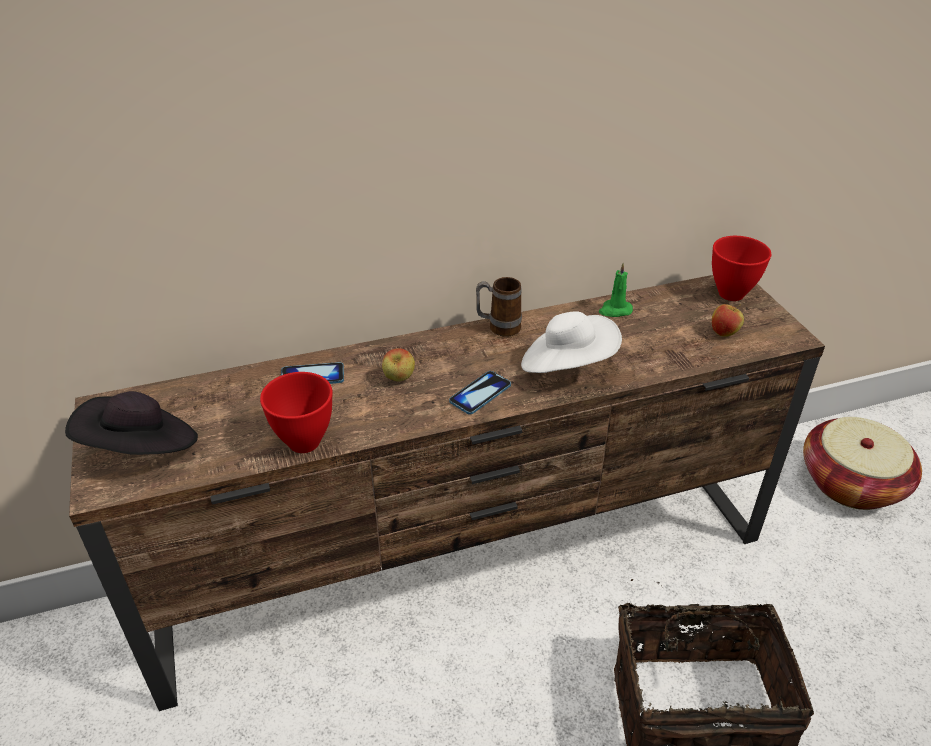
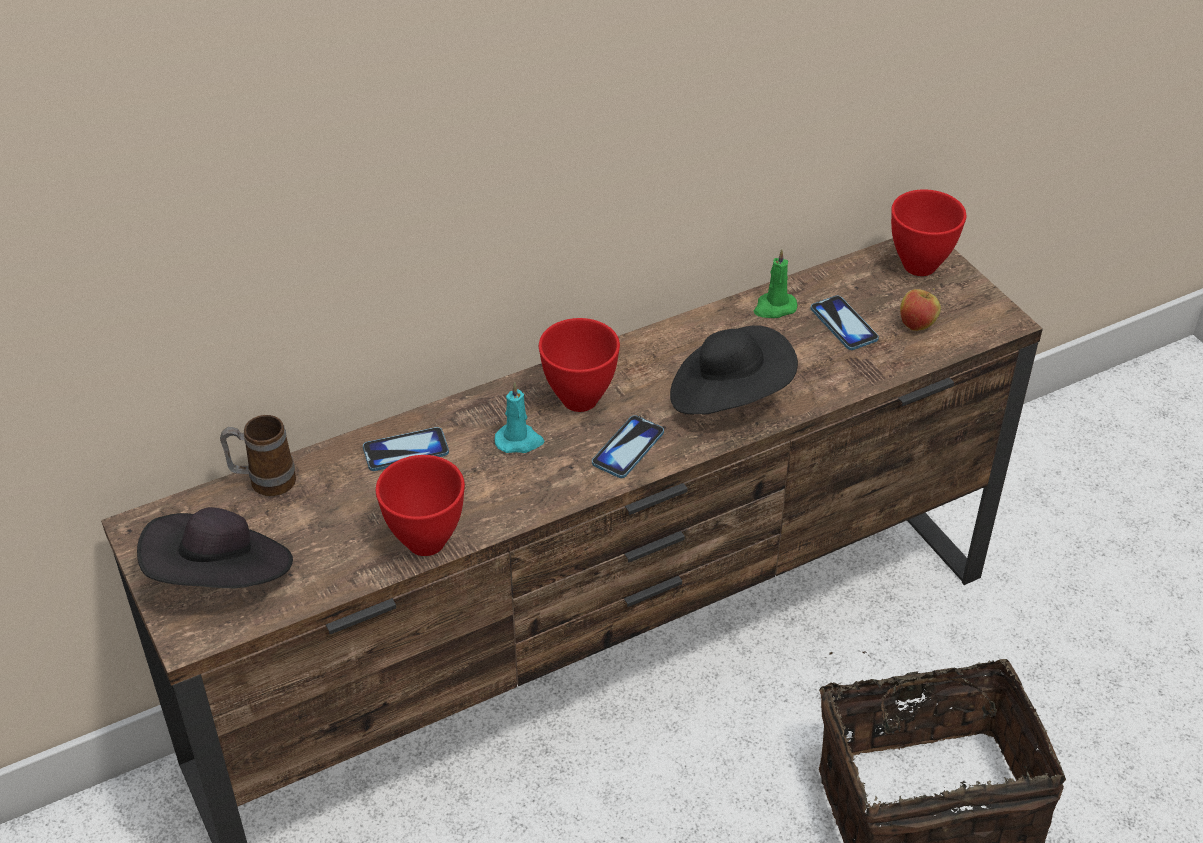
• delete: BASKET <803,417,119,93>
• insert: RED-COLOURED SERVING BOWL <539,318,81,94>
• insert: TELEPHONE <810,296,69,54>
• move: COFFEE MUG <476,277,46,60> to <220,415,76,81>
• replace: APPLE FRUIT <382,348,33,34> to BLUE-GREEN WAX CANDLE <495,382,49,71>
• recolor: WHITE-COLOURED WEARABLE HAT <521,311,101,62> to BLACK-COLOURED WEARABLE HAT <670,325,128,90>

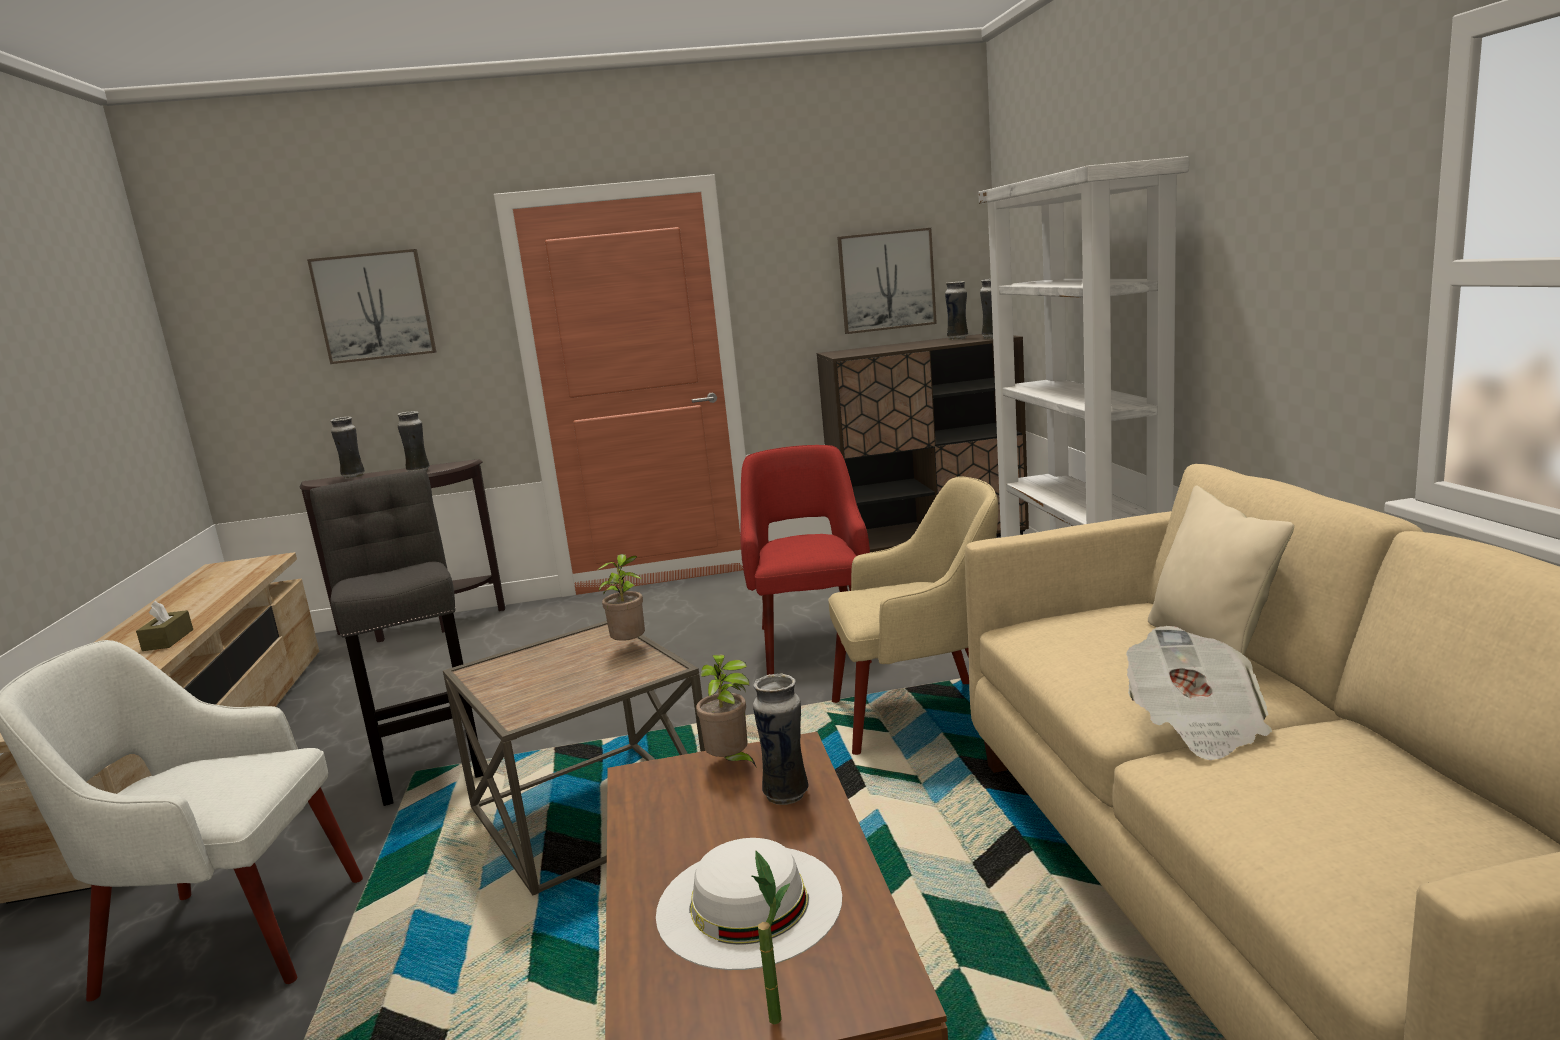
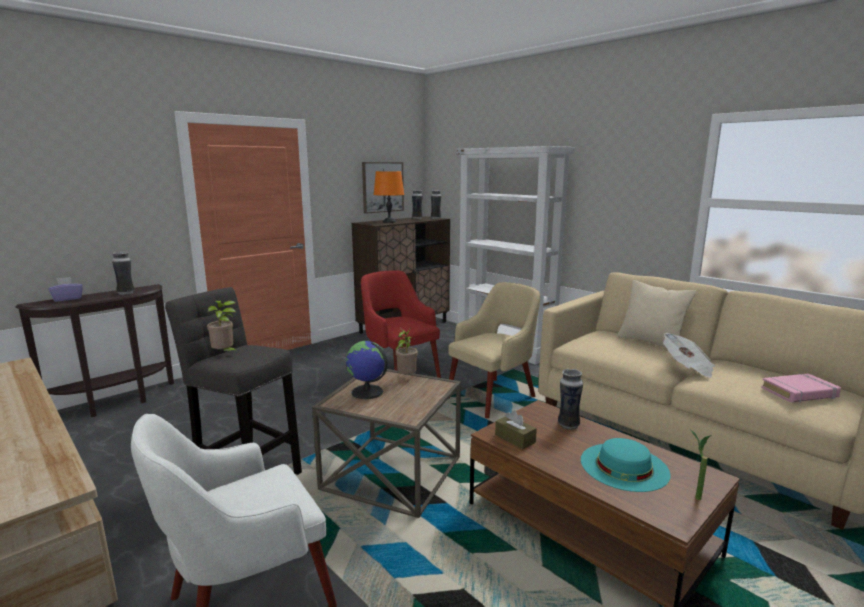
• delete: WALL ART <307,249,129,115>
• insert: WORLD GLOBE <346,341,42,58>
• insert: ORANGEY LAMP FOR A TABLE <374,171,30,52>
• insert: PINK-COLOURED BOUND BOOK <761,373,80,30>
• move: BROWN-COLOURED TISSUE HOLDER <136,601,57,50> to <495,410,42,39>
• move: HOUSEPLANT <696,655,61,113> to <207,301,30,50>
• replace: DECORATIVE VASE <330,417,35,62> to PURPLE TISSUE HOLDER <48,277,35,25>
• recolor: WHITE-COLOURED WEARABLE HAT <656,838,186,132> to BLUE-GREEN WEARABLE HAT <581,438,90,54>

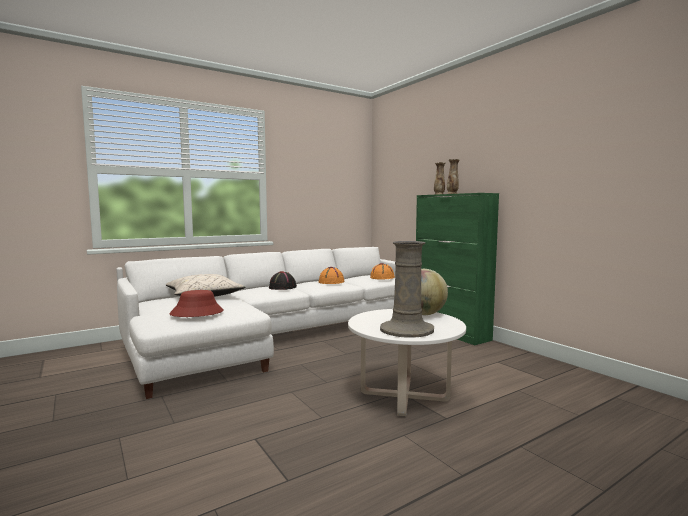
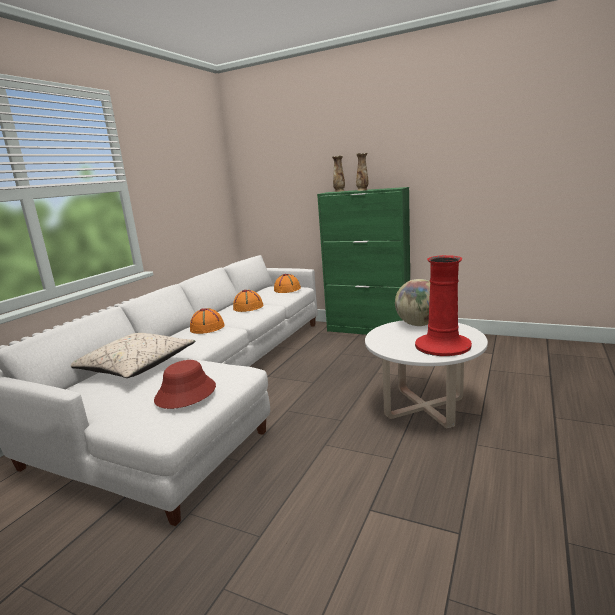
• recolor: BLACK-COLOURED WEARABLE HAT <269,271,28,19> to ORANGEY WEARABLE HAT <190,308,35,26>
• recolor: BEIGE DECORATIVE VASE <380,241,54,97> to RED-COLOURED DECORATIVE VASE <415,255,57,101>

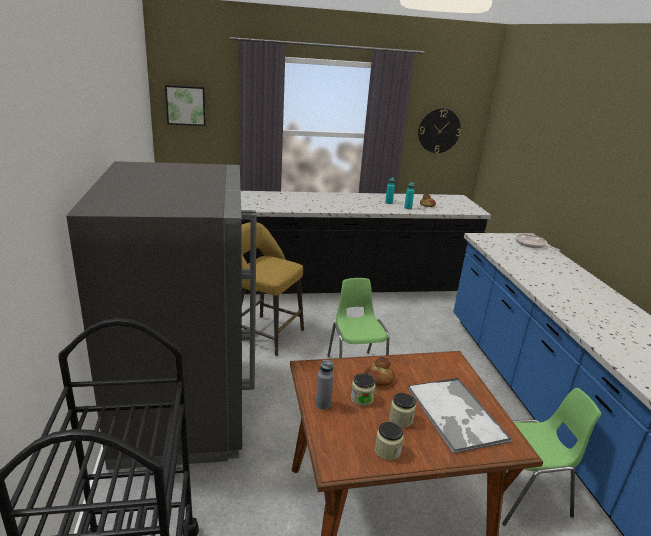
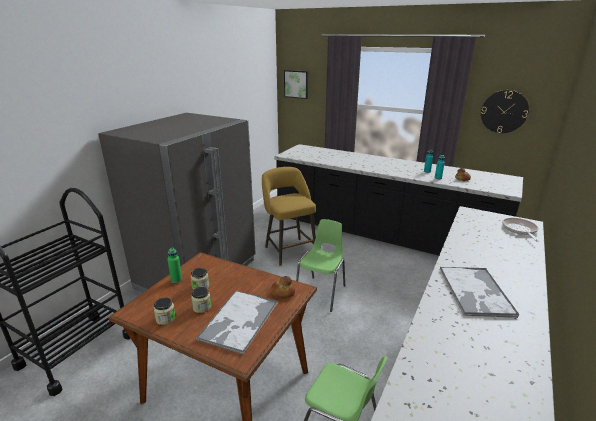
• insert: SERVING TRAY <440,267,79,51>
• move: BREAD <364,357,31,29> to <271,276,24,23>
• recolor: GREYISH BEVERAGE BOTTLE <316,359,18,51> to GREEN BEVERAGE BOTTLE <167,247,15,36>

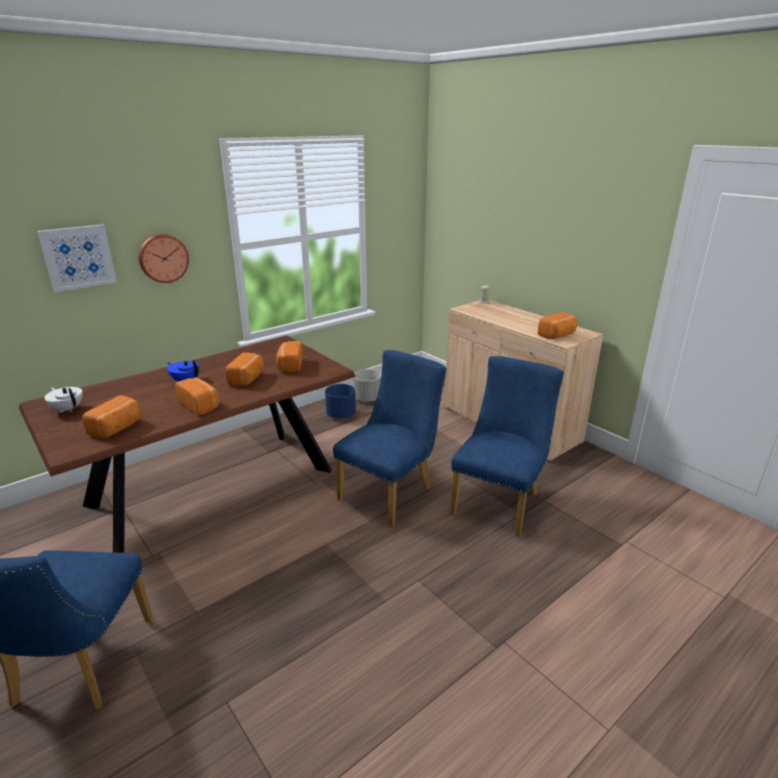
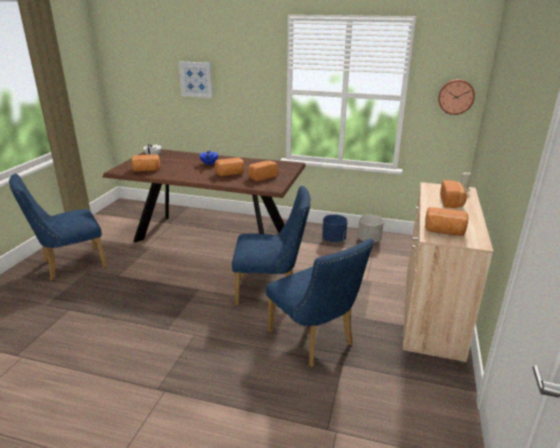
• move: HANGING CLOCK <139,234,50,49> to <438,79,37,36>
• move: BREAD <175,378,44,38> to <440,180,27,28>
• rotate: BLUISH UPRIGHT CHAIR <450,356,114,181> = <266,238,108,129> 60 degrees clockwise

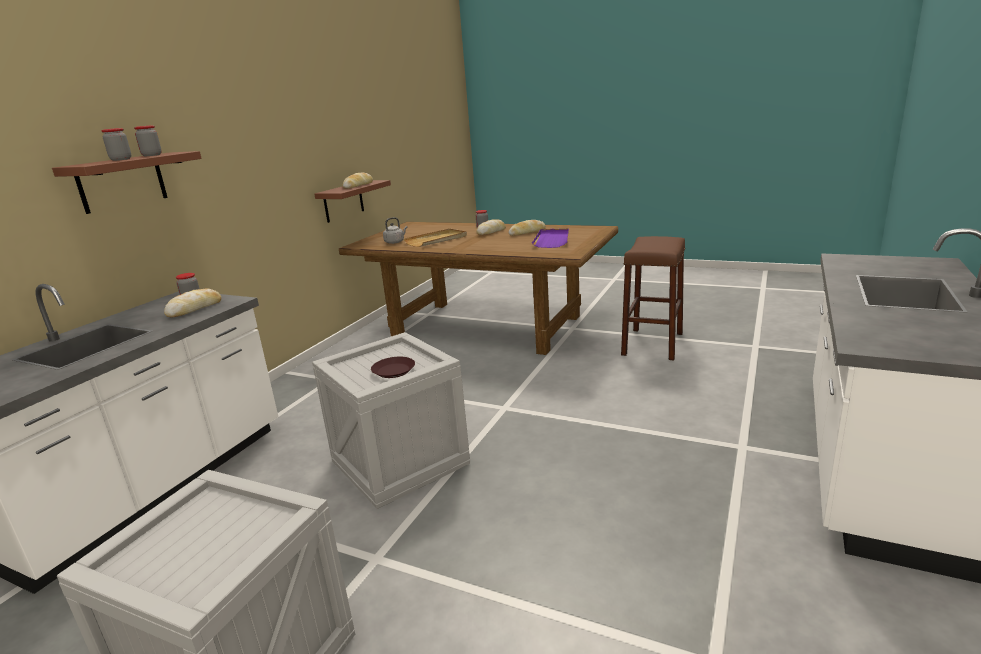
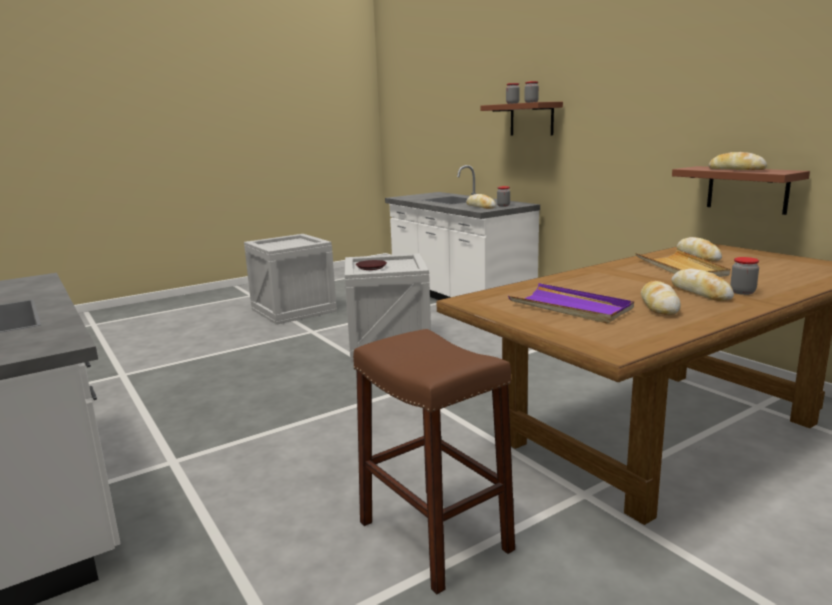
• replace: GREYISH TEA KETTLE <383,217,24,27> to BREAD <677,237,45,24>

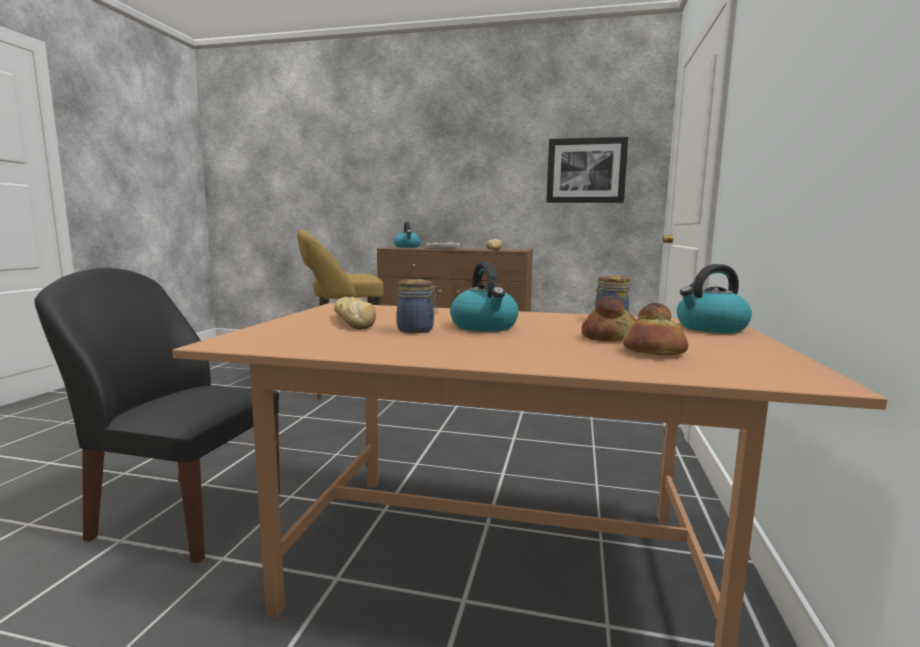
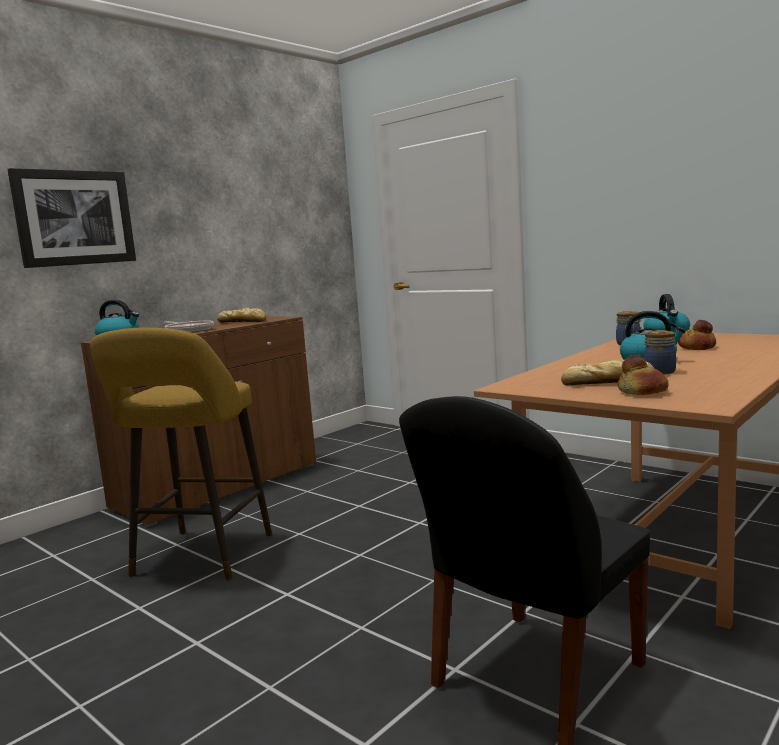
• move: WALL ART <546,137,82,66> to <7,168,129,100>
• move: BREAD <623,303,65,52> to <618,355,50,40>

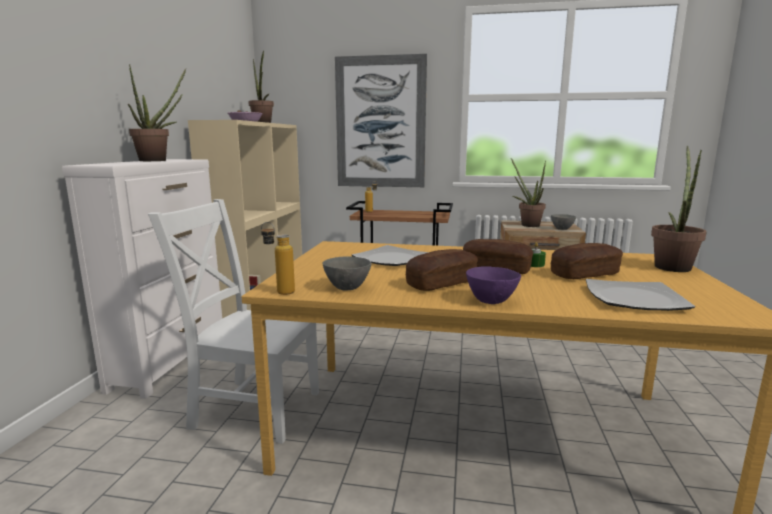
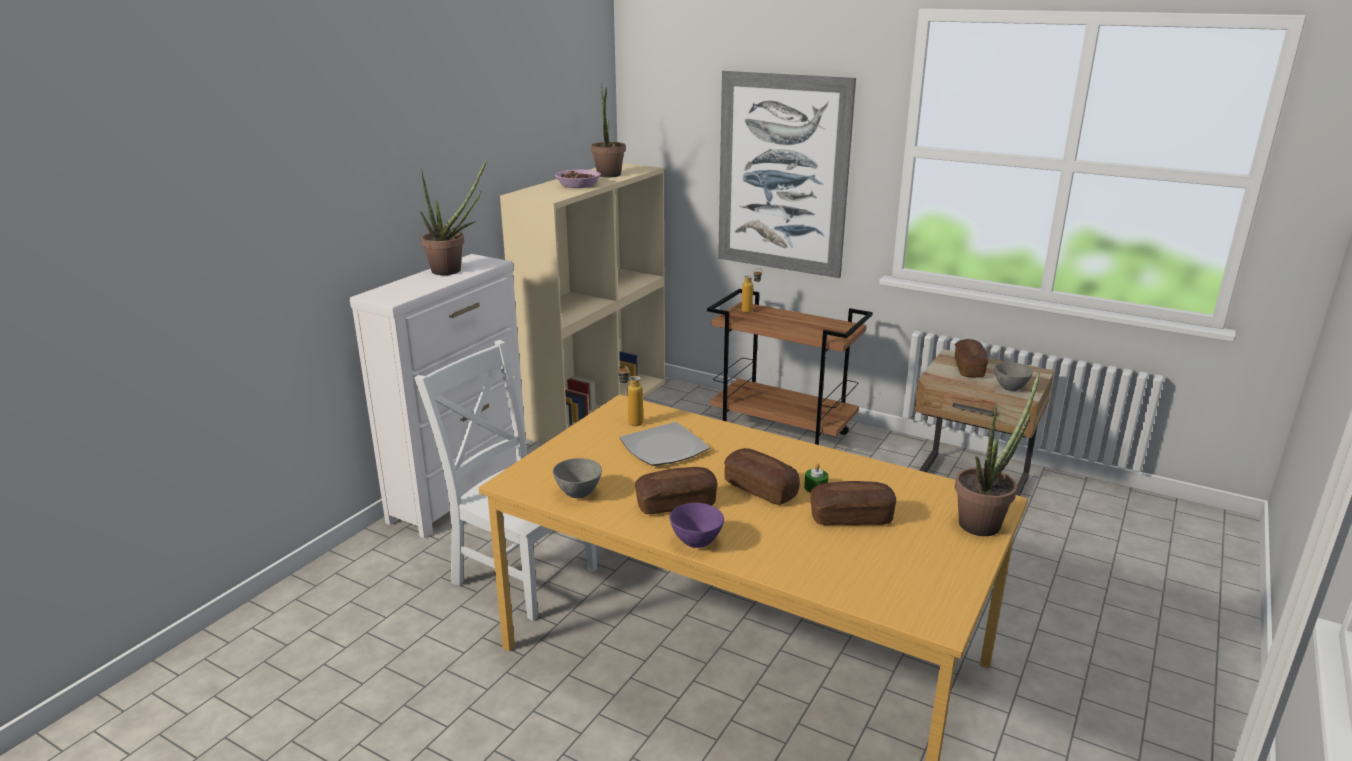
• delete: FLAT DISH <586,279,109,32>
• move: BEVERAGE BOTTLE <261,222,34,73> to <618,364,25,62>
• replace: HOUSEPLANT <511,158,35,69> to BREAD <955,339,33,39>

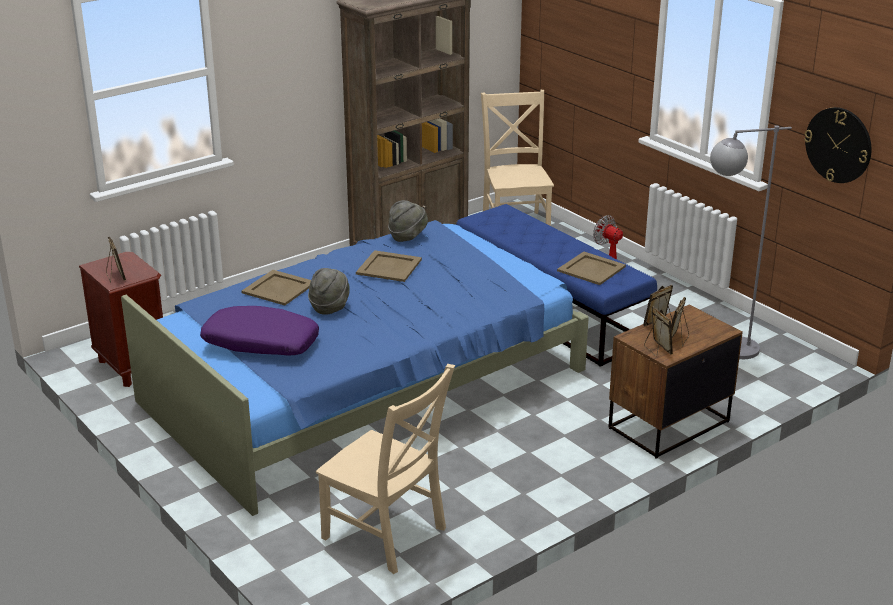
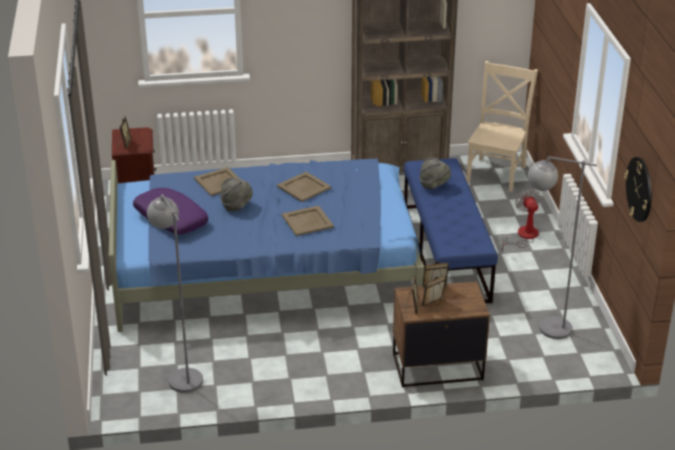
• move: GREYISH WEARABLE HAT <388,200,40,42> to <420,158,31,31>
• move: BEIGE SERVING TRAY <557,251,69,34> to <282,205,52,31>
• replace: BEIGE UPRIGHT CHAIR <316,364,139,210> to GREYISH STANDING LAMP <147,194,56,199>

